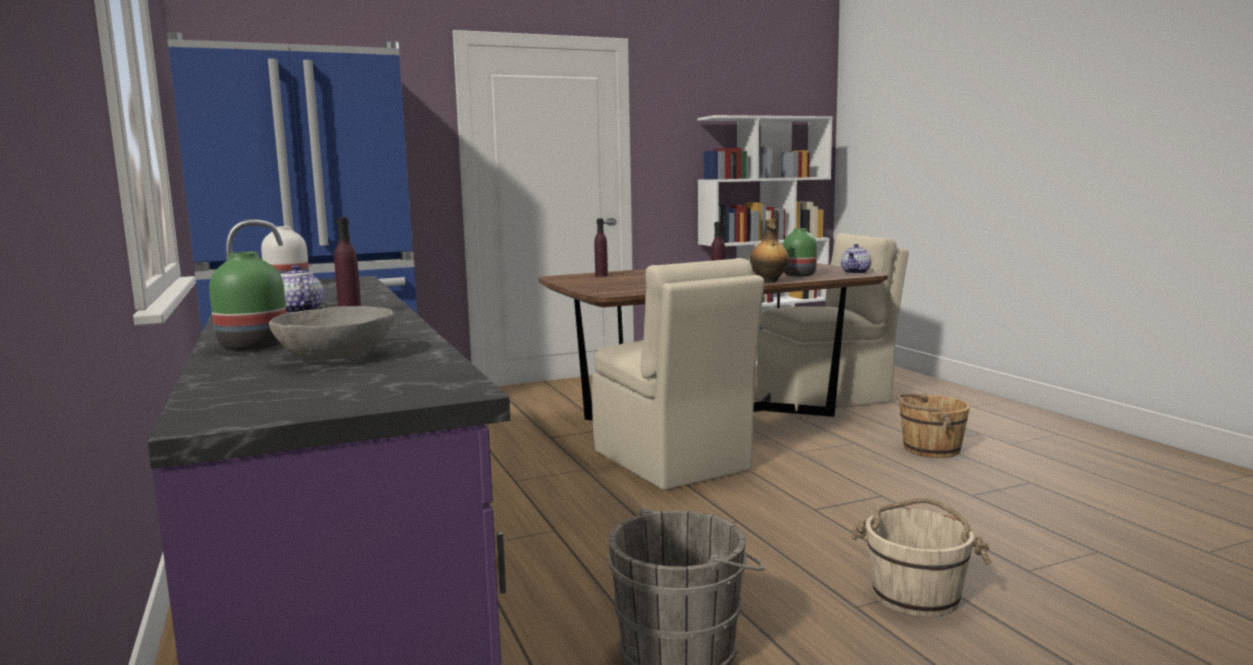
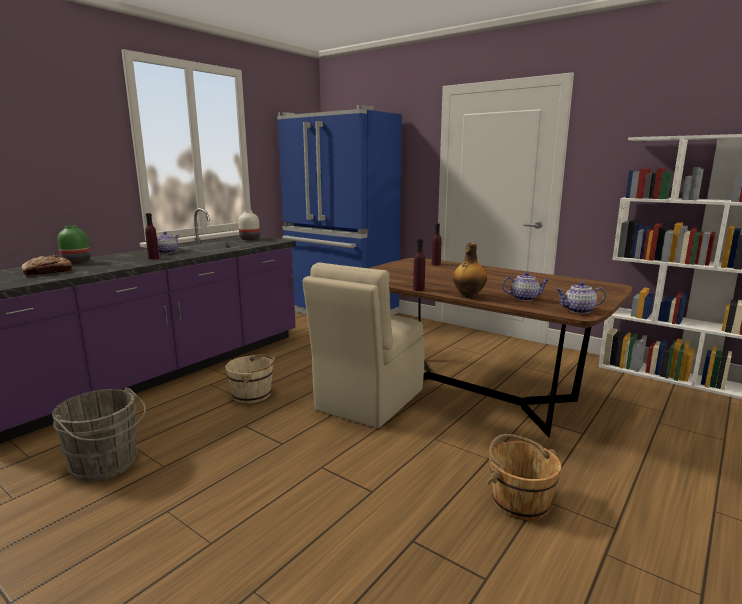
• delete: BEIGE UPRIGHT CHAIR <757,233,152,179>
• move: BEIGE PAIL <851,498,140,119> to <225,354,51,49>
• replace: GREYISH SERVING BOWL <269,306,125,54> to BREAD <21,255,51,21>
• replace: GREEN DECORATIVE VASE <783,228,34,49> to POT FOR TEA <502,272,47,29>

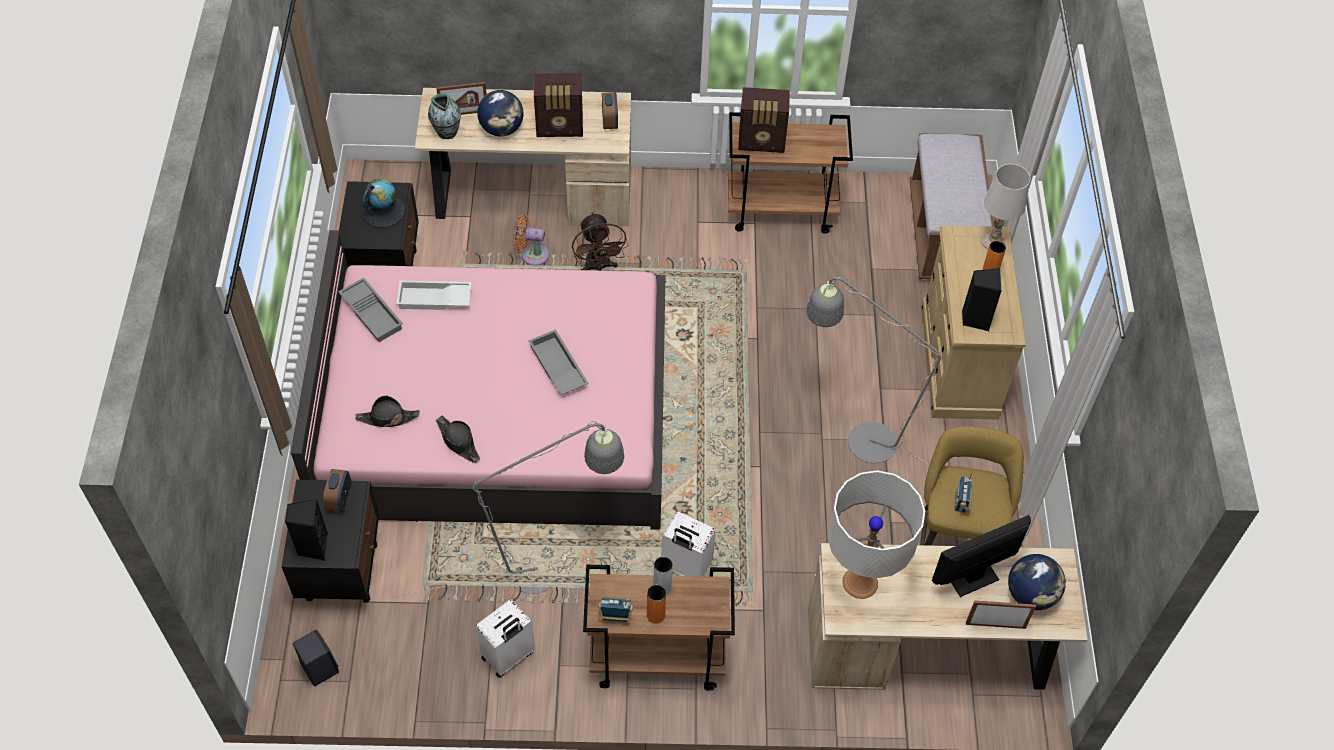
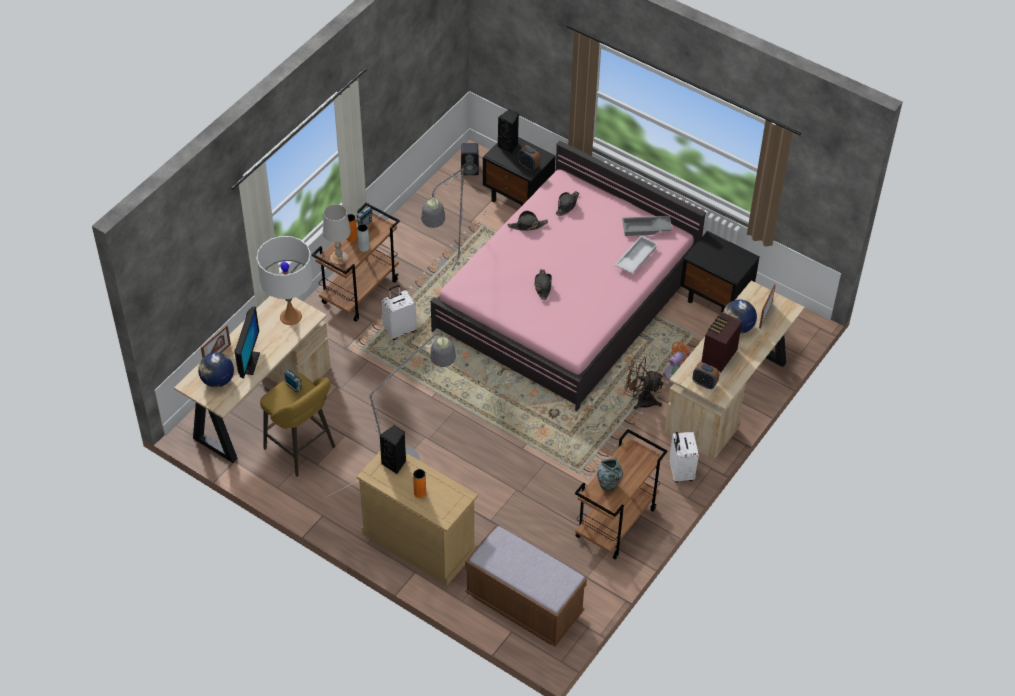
• delete: WORLD GLOBE <362,178,43,50>
• delete: RADIO RECEIVER <738,87,52,66>
• move: DECORATIVE VASE <428,93,33,46> to <597,458,26,34>
• move: WHITE-COLOURED TRAVEL CASE <476,599,59,79> to <669,432,30,51>
• move: WHITE-COLOURED LAMP FOR A TABLE <981,164,49,85> to <323,204,28,61>
• replace: GREYISH SERVING TRAY <528,329,61,66> to BLACK-COLOURED WEARABLE HAT <534,270,18,30>

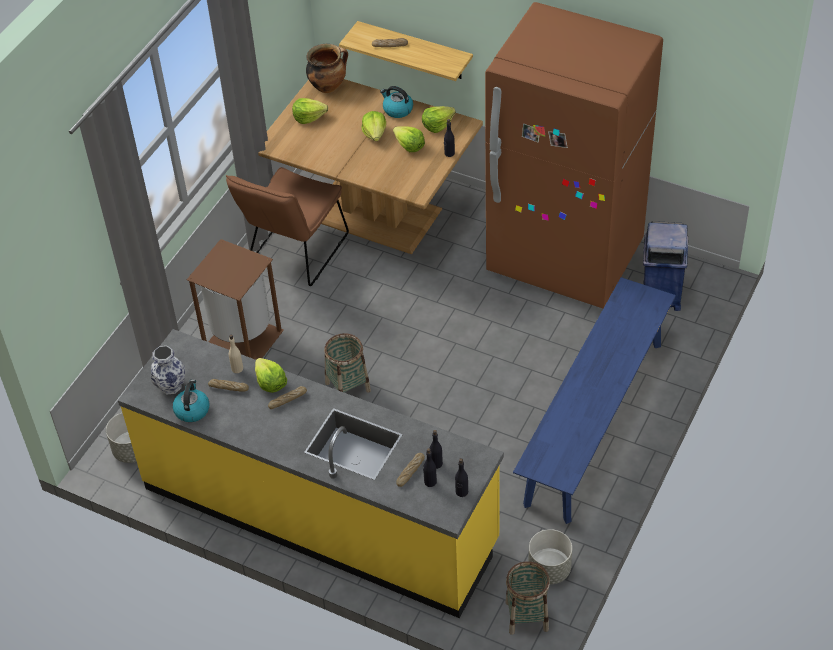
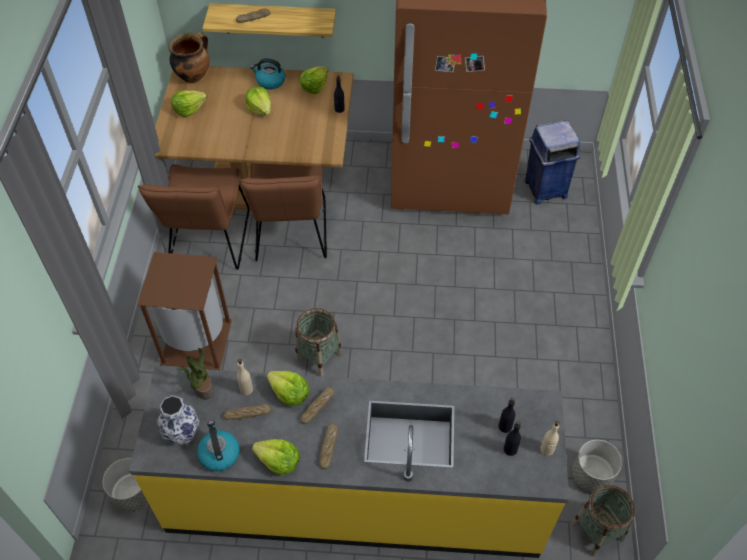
• delete: BLUISH INDOOR BENCH <513,277,163,247>
• insert: HOUSEPLANT <179,348,35,52>
• insert: BROWN-COLOURED UPRIGHT CHAIR <239,163,88,98>
• move: HEAD OF LETTUCE <393,126,32,26> to <252,439,48,36>
• move: BREAD <396,453,29,34> to <319,424,19,45>
• recolor: BLACK-COLOURED BEVERAGE BOTTLE <455,458,13,39> to BEIGE BEVERAGE BOTTLE <540,421,19,35>

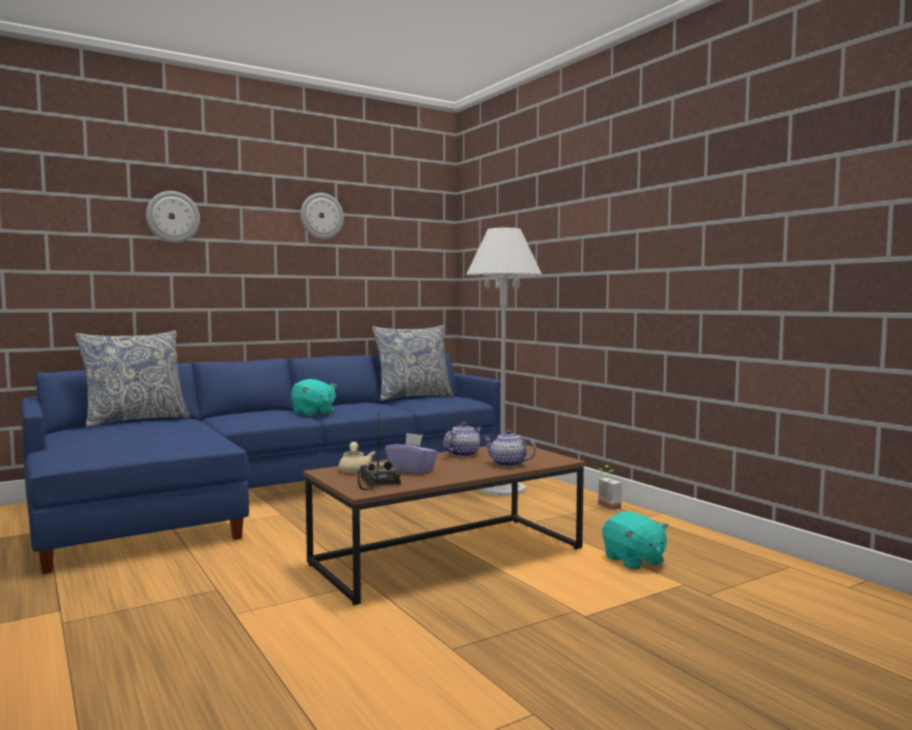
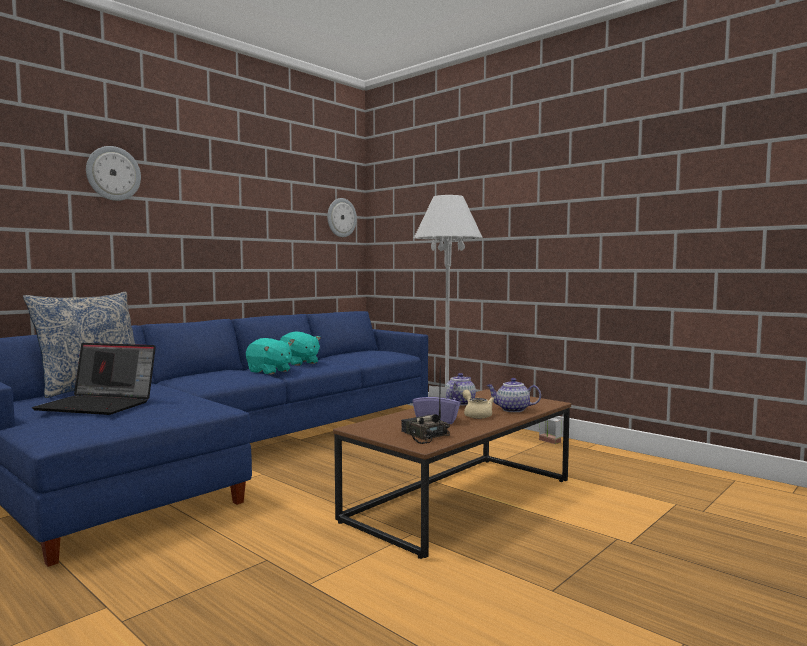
• delete: THROW PILLOW <372,325,82,76>
• insert: NOTEBOOK COMPUTER <32,343,124,72>
• move: HANGING CLOCK <300,193,44,46> to <327,198,30,39>
• move: BEIGE POT FOR TEA <338,442,37,31> to <462,390,32,29>
• move: BLUE-GREEN SOFT TOY <602,511,67,59> to <280,331,41,35>

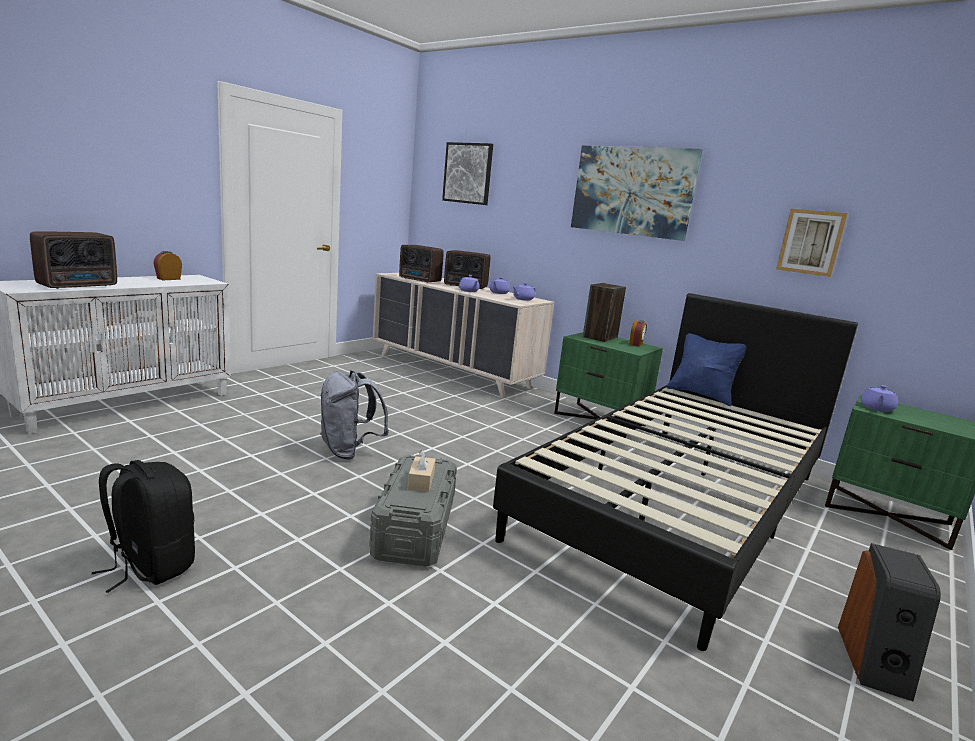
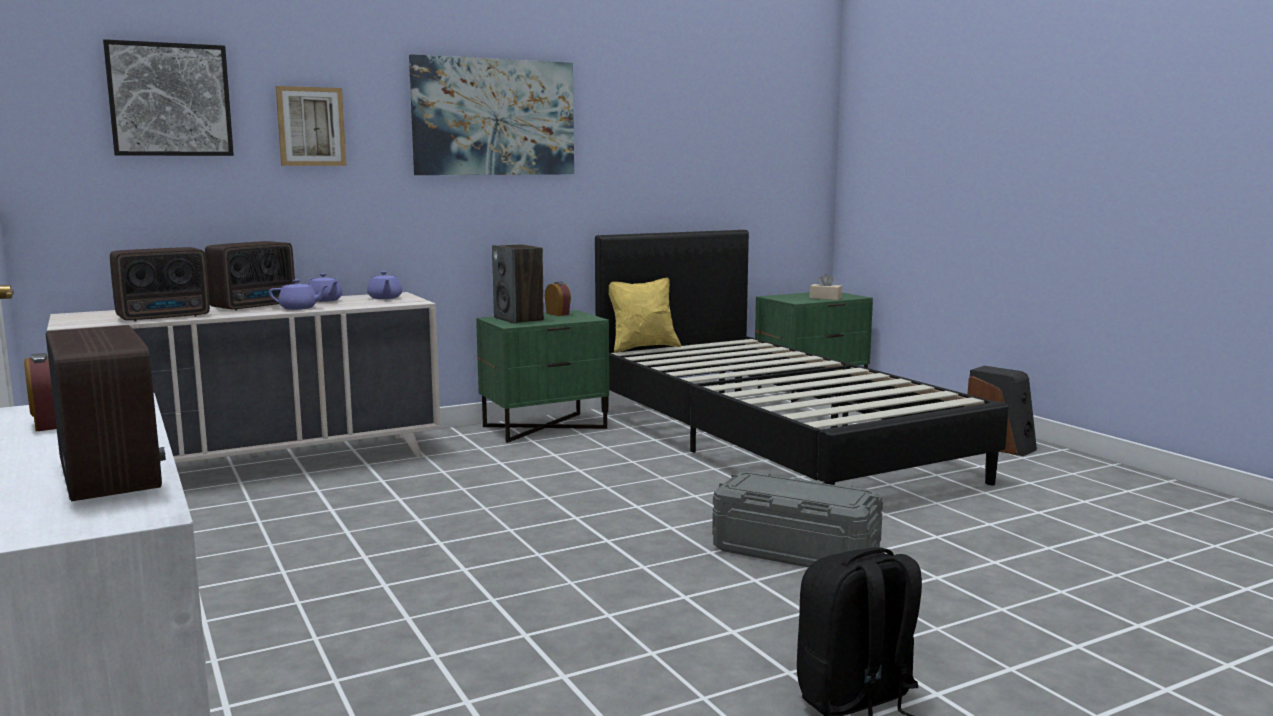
• delete: GREYISH KNAPSACK <320,370,69,89>
• delete: PURPLE POT FOR TEA <861,385,36,27>
• move: BEIGE TISSUE HOLDER <408,450,28,42> to <810,273,32,27>
• move: WALL ART <776,209,72,68> to <276,86,70,80>
• recolor: BLUISH THROW PILLOW <667,333,80,73> to YELLOWISH THROW PILLOW <609,278,72,75>

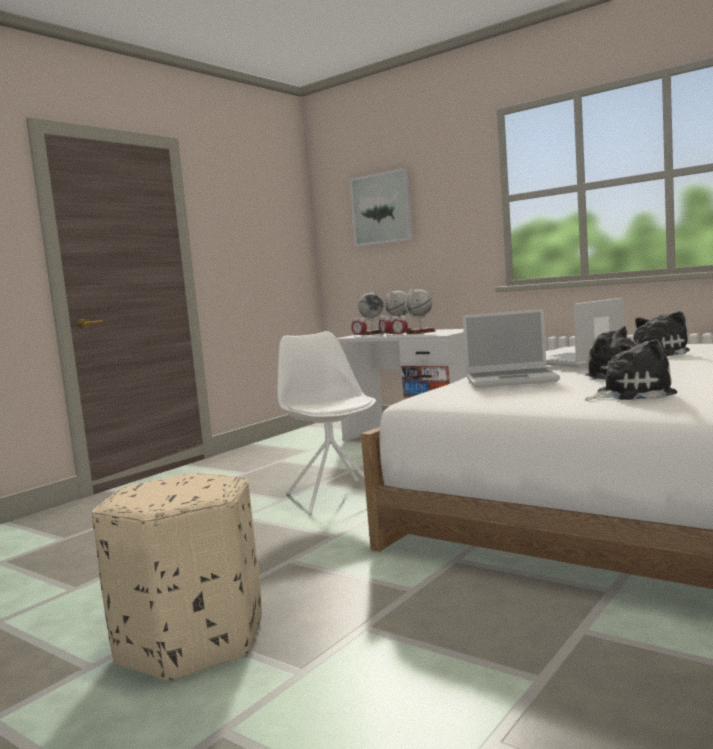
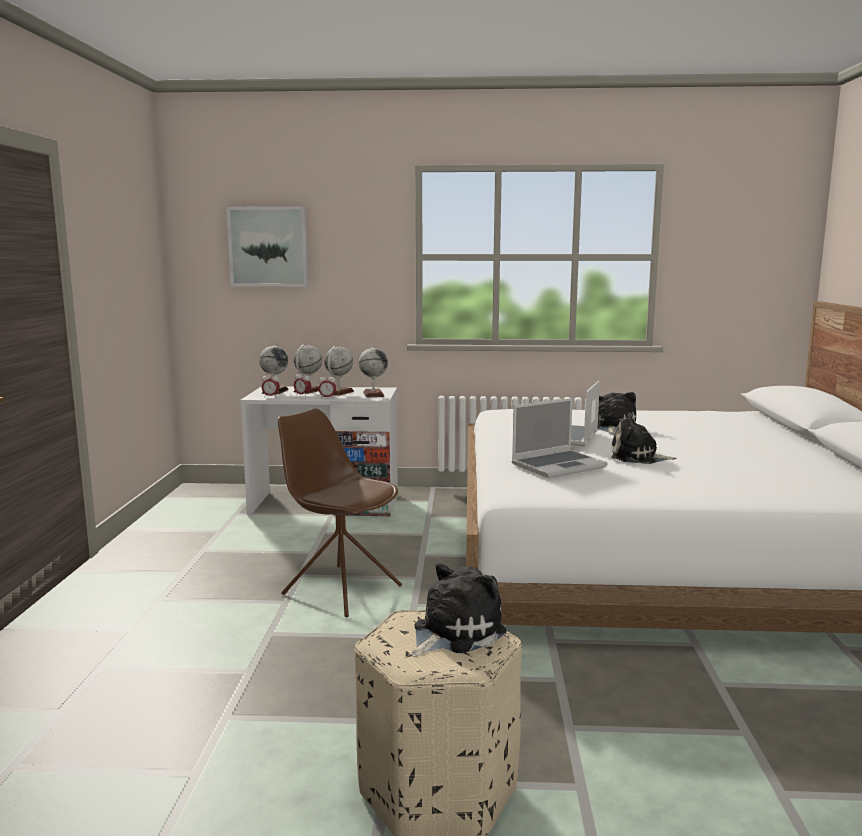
• insert: WORLD GLOBE <359,346,29,52>
• move: SOFT TOY <584,339,93,62> to <411,563,95,94>
• recolor: WHITE-COLOURED UPRIGHT CHAIR <277,331,99,184> to BROWN-COLOURED UPRIGHT CHAIR <278,408,124,209>

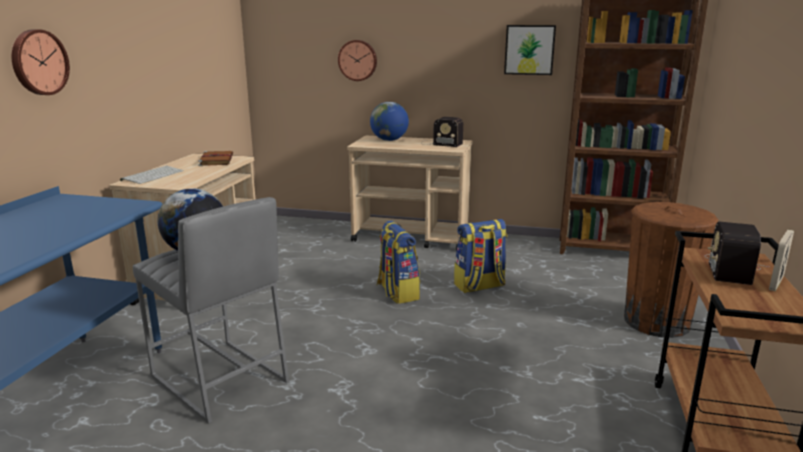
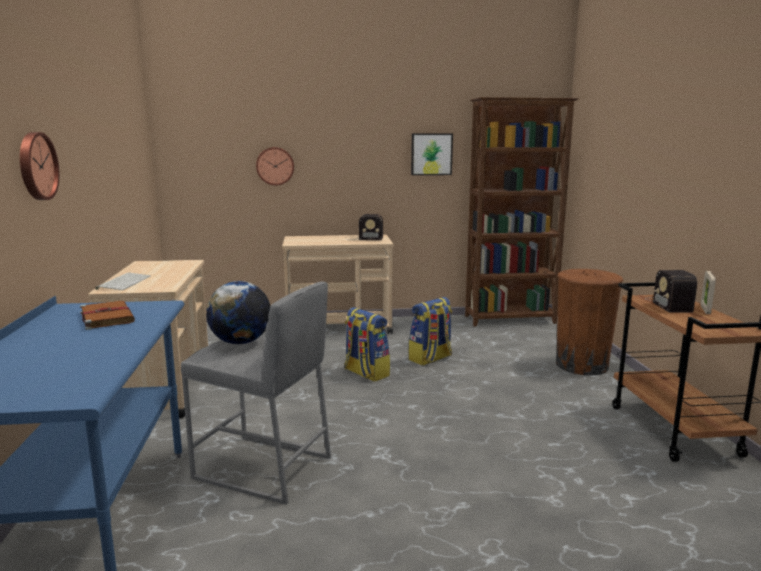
• delete: WORLD GLOBE <370,102,39,39>
• move: BROWN-COLOURED BOUND BOOK <198,151,35,15> to <80,301,55,29>

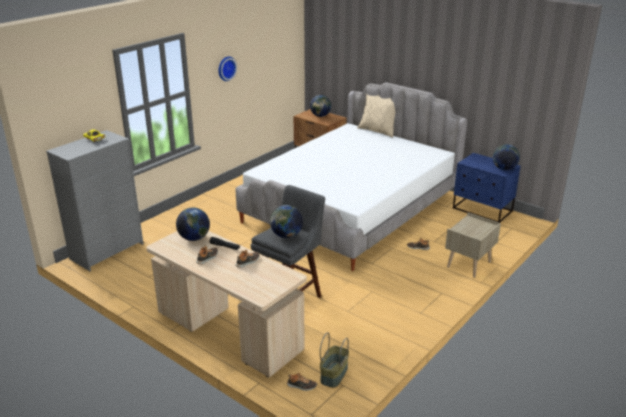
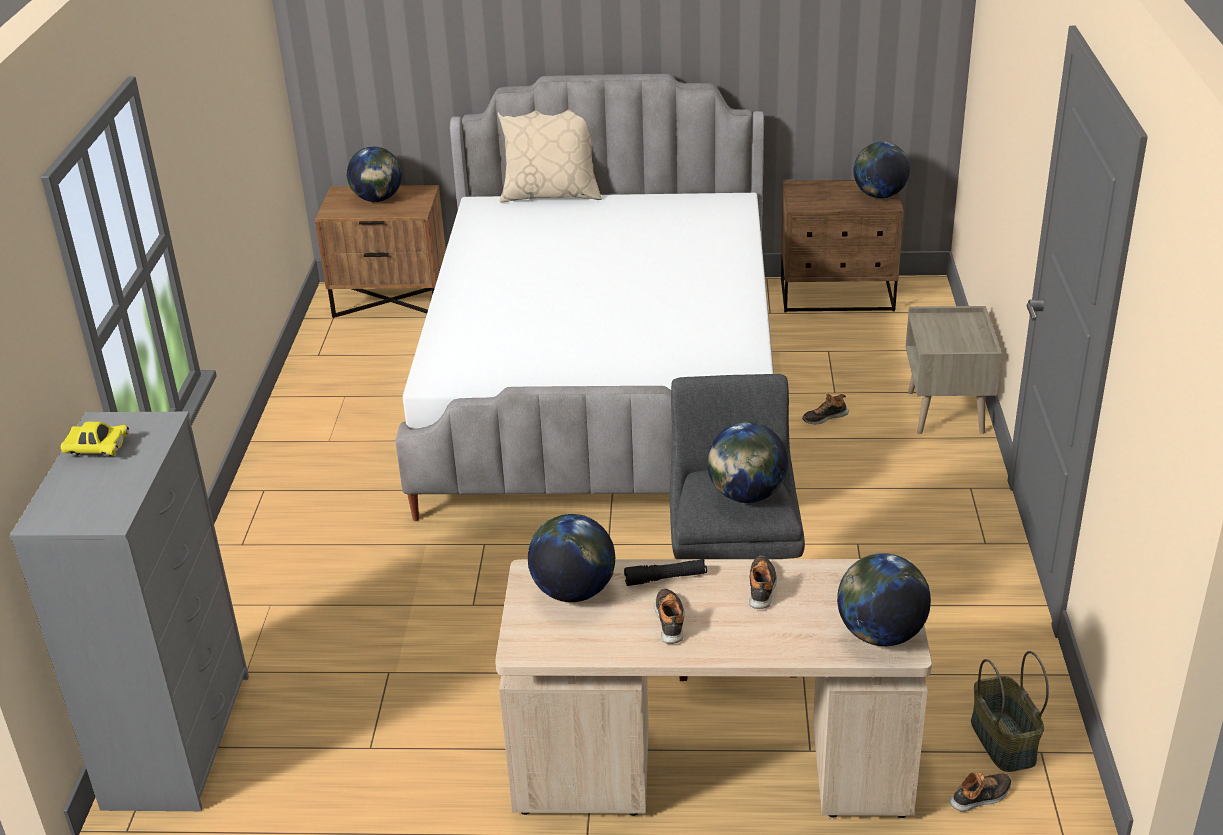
• delete: HANGING CLOCK <219,57,18,24>
• insert: WORLD GLOBE <837,553,94,93>
• recolor: BLUISH NIGHTSTAND <453,153,68,70> to BROWN-COLOURED NIGHTSTAND <781,180,123,133>

